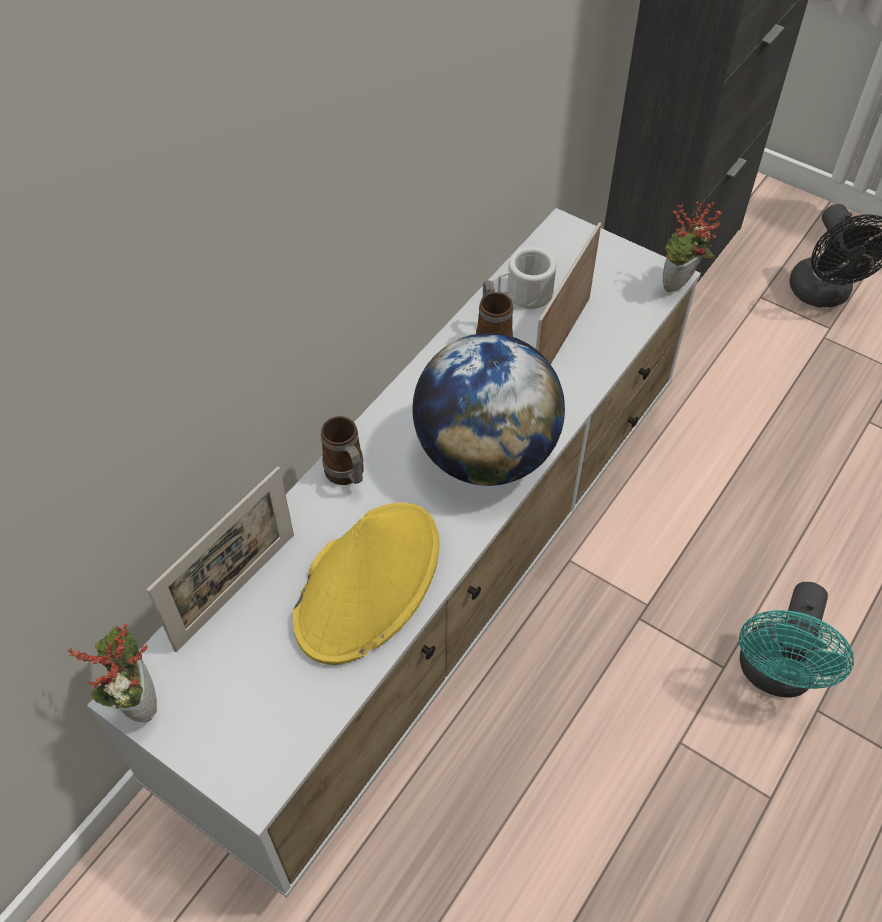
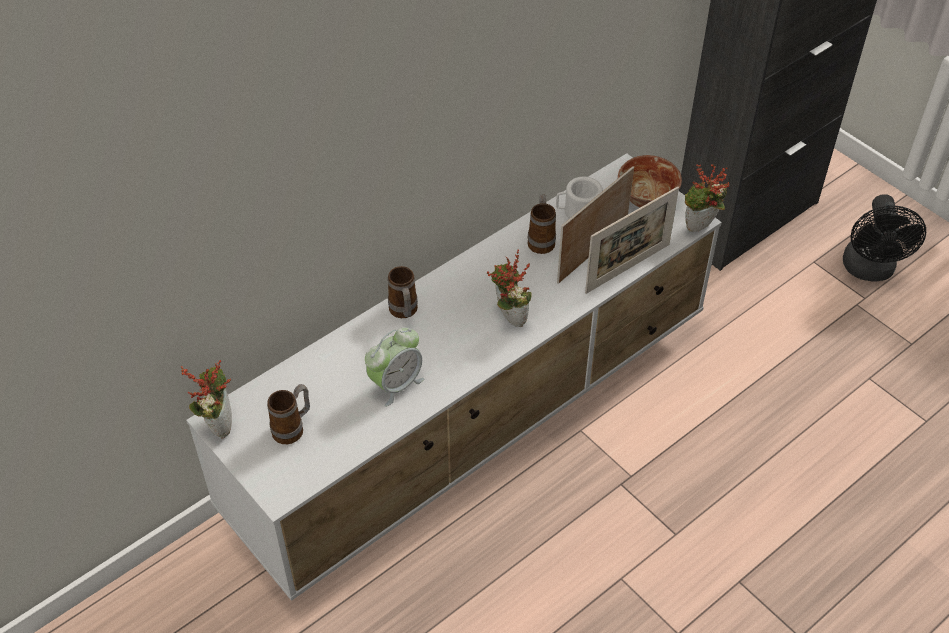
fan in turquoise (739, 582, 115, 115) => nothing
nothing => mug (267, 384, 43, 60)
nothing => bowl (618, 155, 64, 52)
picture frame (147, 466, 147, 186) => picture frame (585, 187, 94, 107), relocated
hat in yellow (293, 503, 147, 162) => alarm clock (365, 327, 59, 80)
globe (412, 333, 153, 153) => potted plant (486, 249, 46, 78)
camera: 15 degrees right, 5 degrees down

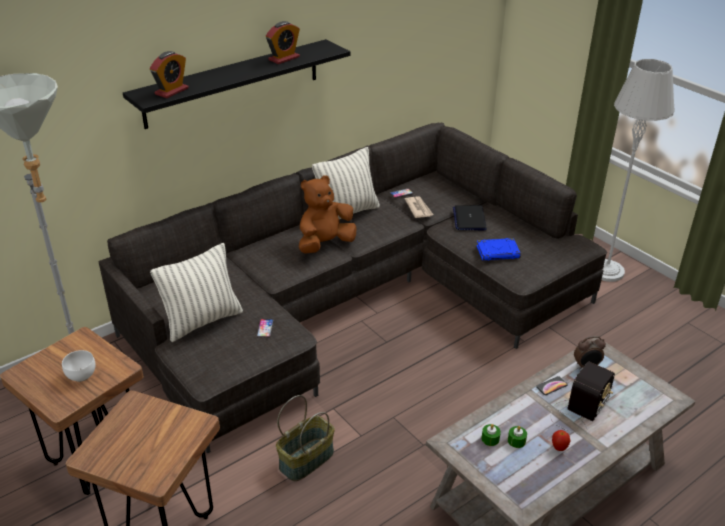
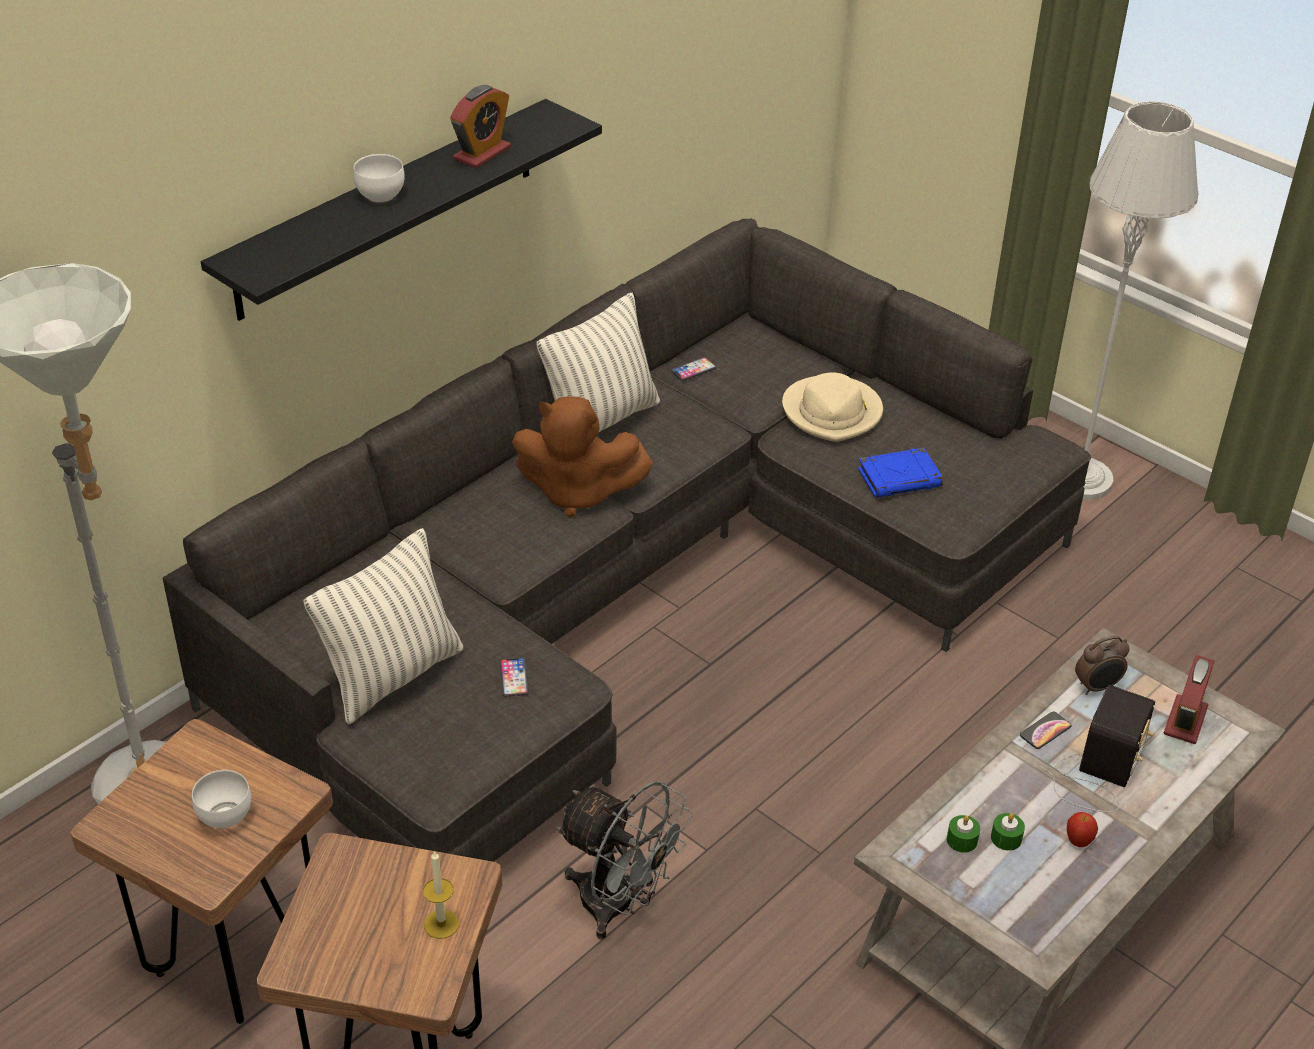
newspaper (405, 196, 28, 22) => nothing
nothing => bowl in white (353, 154, 52, 49)
nothing => candle (423, 850, 36, 89)
alarm clock (150, 51, 39, 47) => alarm clock (1164, 655, 50, 89), relocated
basket (276, 395, 59, 86) => fan in grey (556, 781, 137, 159)
laptop (453, 205, 34, 25) => hat in beige (782, 372, 101, 70)
plush toy in brown (299, 175, 57, 79) => plush toy in brown (512, 396, 141, 121), 120 degrees counterclockwise
camera: 10 degrees left, 5 degrees up

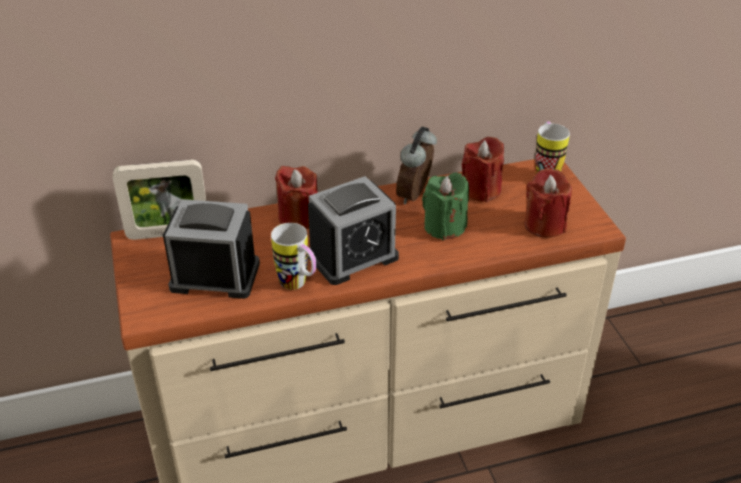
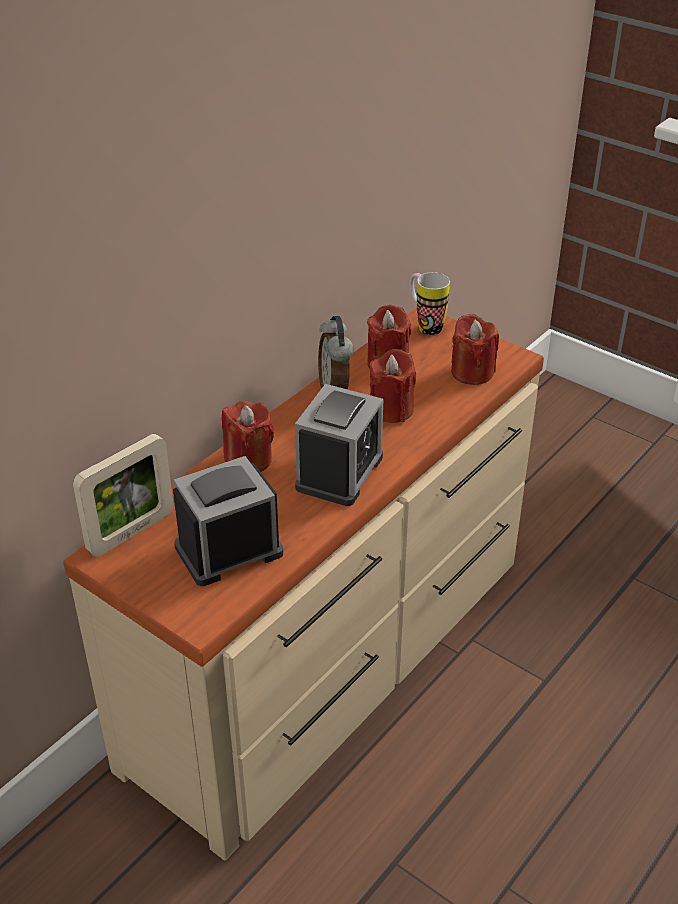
mug (271, 223, 45, 67) => nothing
candle in green (422, 172, 47, 68) => candle in red (370, 349, 46, 74)
camera: 35 degrees left, 0 degrees up

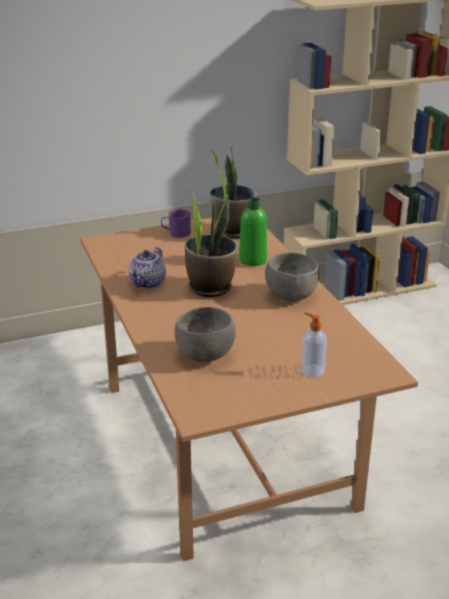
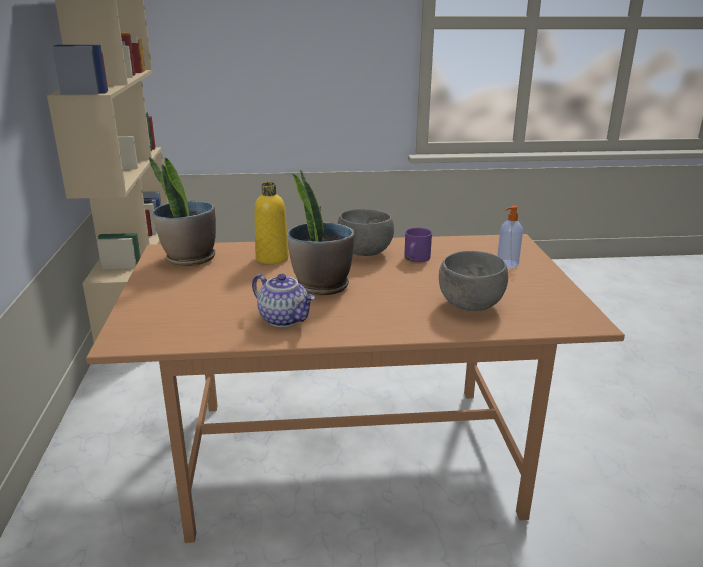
mug in purple (161, 209, 30, 29) => mug in purple (404, 227, 29, 35), relocated
bottle in green (239, 197, 28, 69) => bottle in yellow (254, 182, 35, 82)
camera: 75 degrees left, 5 degrees down

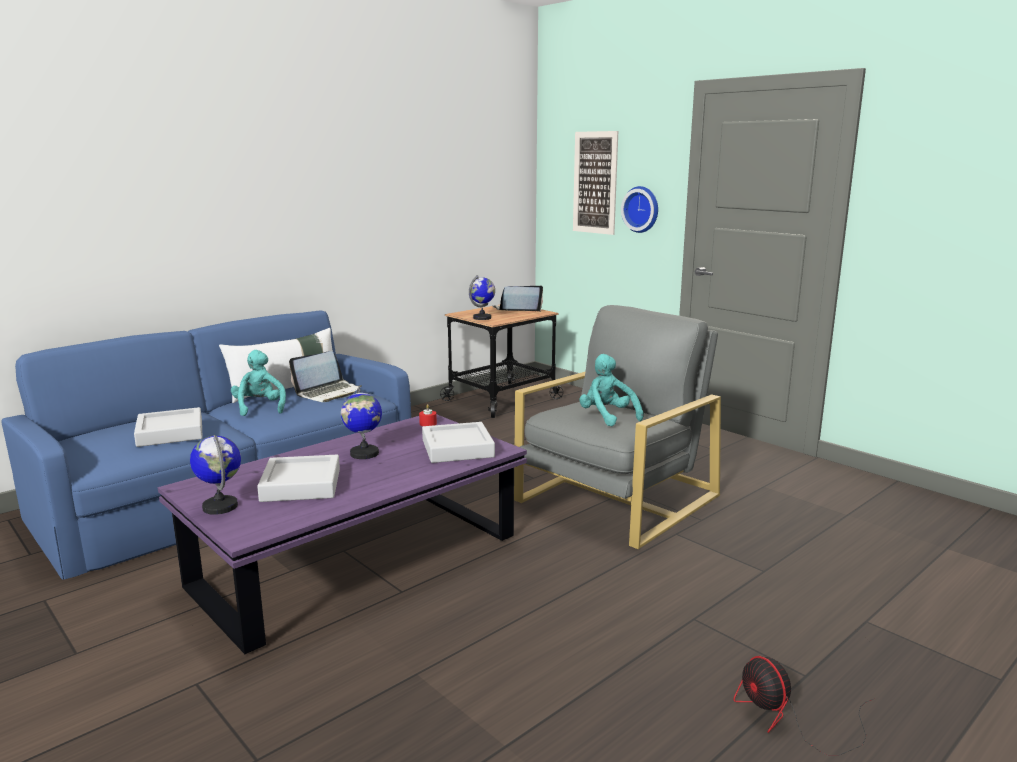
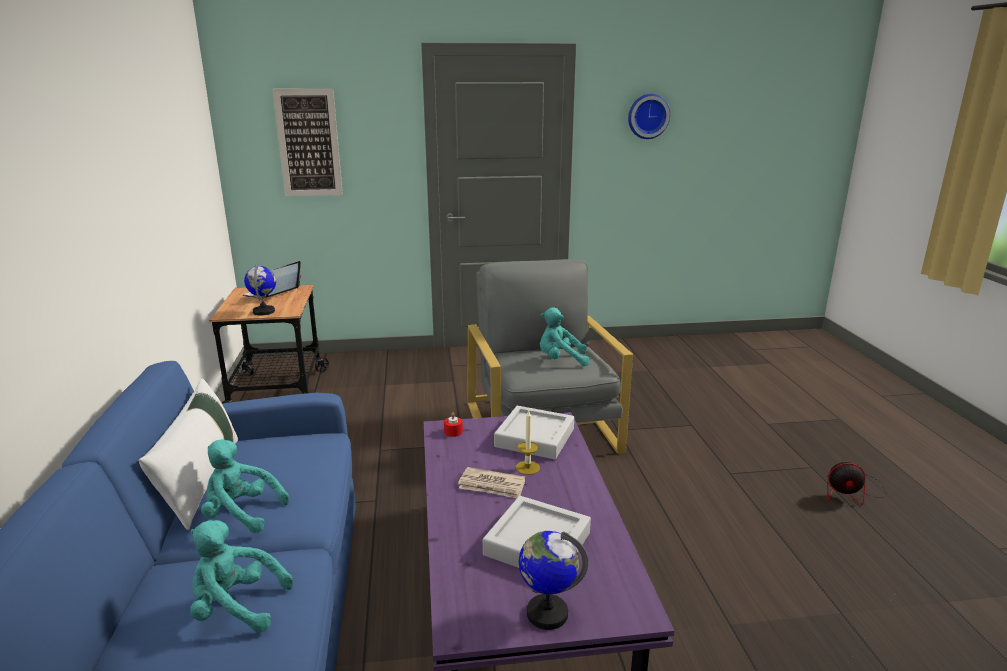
laptop (289, 351, 73, 51) => nothing
nothing => candle (516, 410, 24, 65)
wall clock (621, 186, 37, 47) => wall clock (628, 94, 42, 45), relocated
tray in grey (134, 407, 69, 40) => plush toy in turquoise (190, 520, 103, 113)
globe (341, 386, 41, 73) => newspaper (458, 467, 67, 31)
camera: 55 degrees left, 5 degrees up

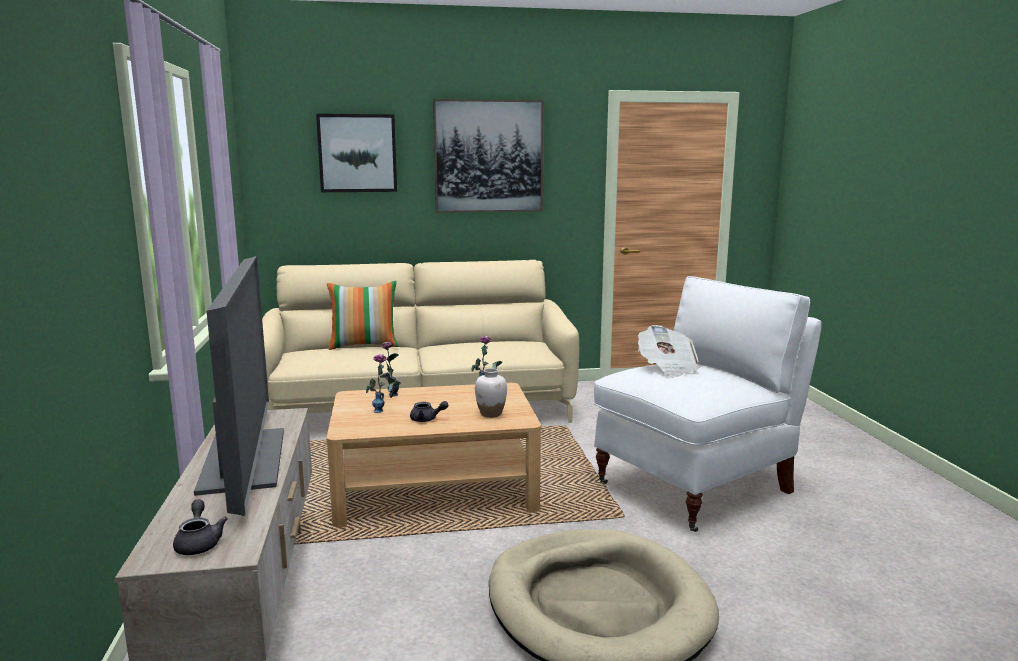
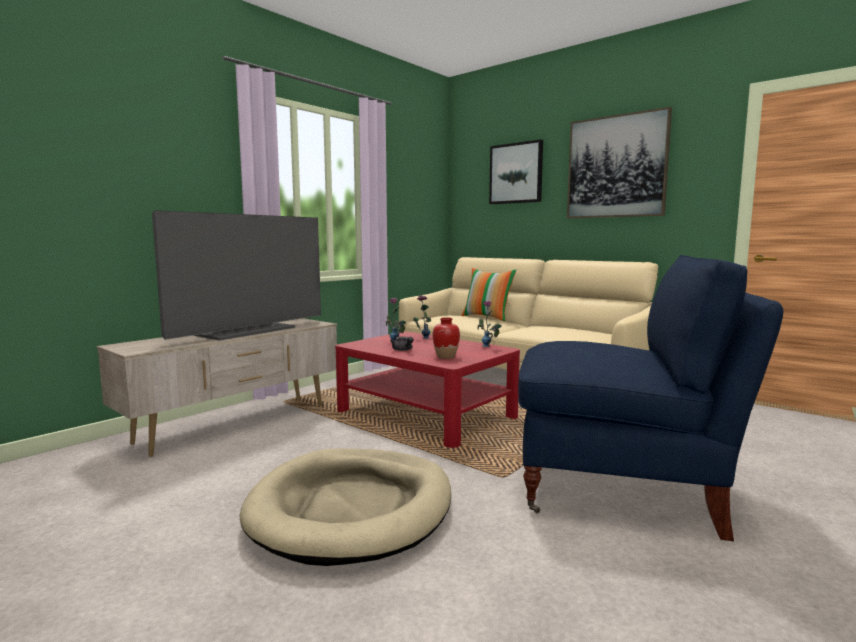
teapot in grey (173, 499, 55, 56) => nothing
newspaper (638, 325, 62, 52) => nothing
coffee table in beige (326, 383, 215, 145) => coffee table in red (335, 332, 185, 116)
vase in white (475, 368, 32, 50) => vase in red (433, 317, 27, 42)
armchair in white (594, 276, 227, 256) => armchair in blue (518, 255, 265, 287)
camera: 50 degrees right, 5 degrees down

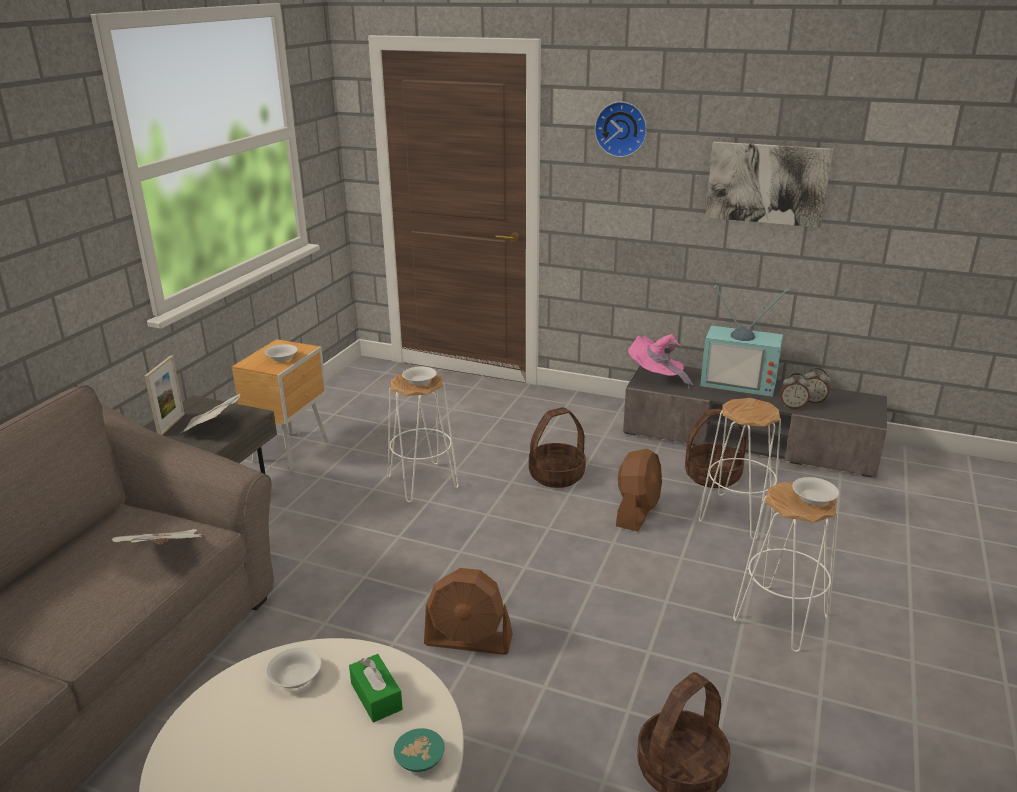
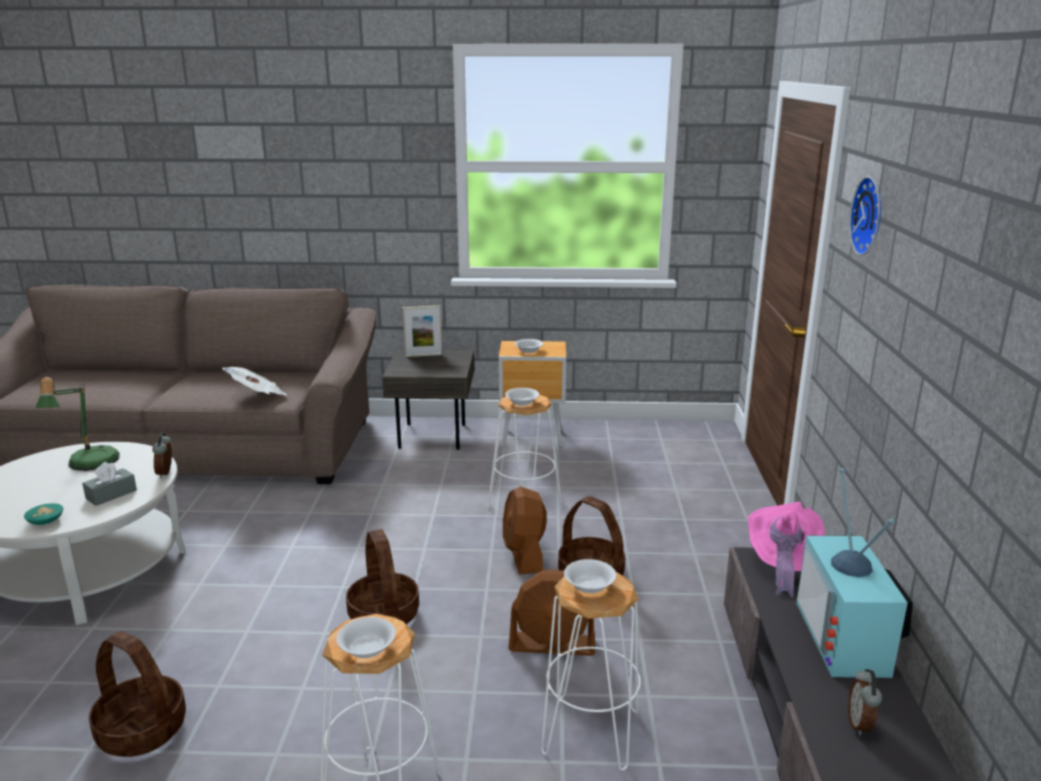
newspaper (181, 394, 59, 39) => nothing
picture (706, 142, 127, 86) => nothing
nothing => table lamp (35, 377, 85, 94)
bowl in white (266, 647, 55, 42) => bowl in white (564, 559, 52, 34), relocated
fan in brown (424, 568, 89, 87) => fan in brown (503, 486, 44, 89), relocated
basket (685, 409, 61, 79) => basket (346, 529, 73, 96), relocated
alarm clock (780, 373, 30, 36) => alarm clock (152, 433, 20, 45), relocated
tissue box in green (349, 654, 54, 68) => tissue box in grey (82, 462, 55, 44)
camera: 70 degrees right, 5 degrees down

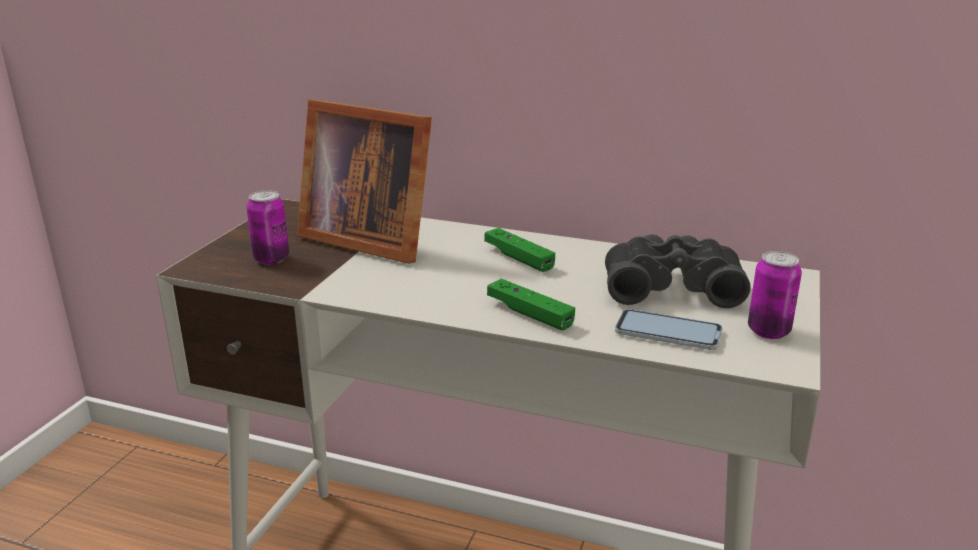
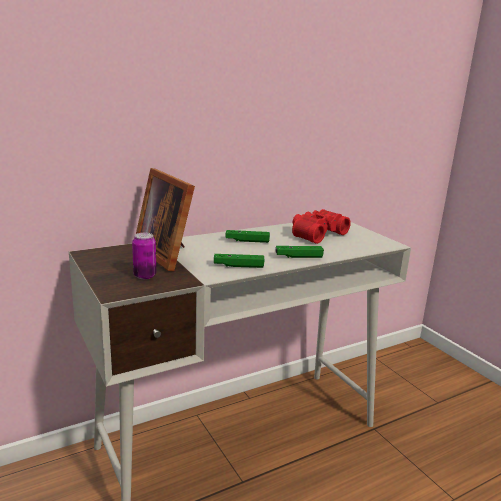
phone (615, 309, 108, 41) => nothing
can (748, 251, 54, 88) => nothing
nothing => game controller in green (214, 254, 51, 14)
binoculars in black (605, 234, 146, 74) => binoculars in red (292, 209, 59, 35)
picture frame (297, 99, 135, 165) => picture frame (136, 168, 59, 103), 75 degrees clockwise
camera: 50 degrees left, 5 degrees down

